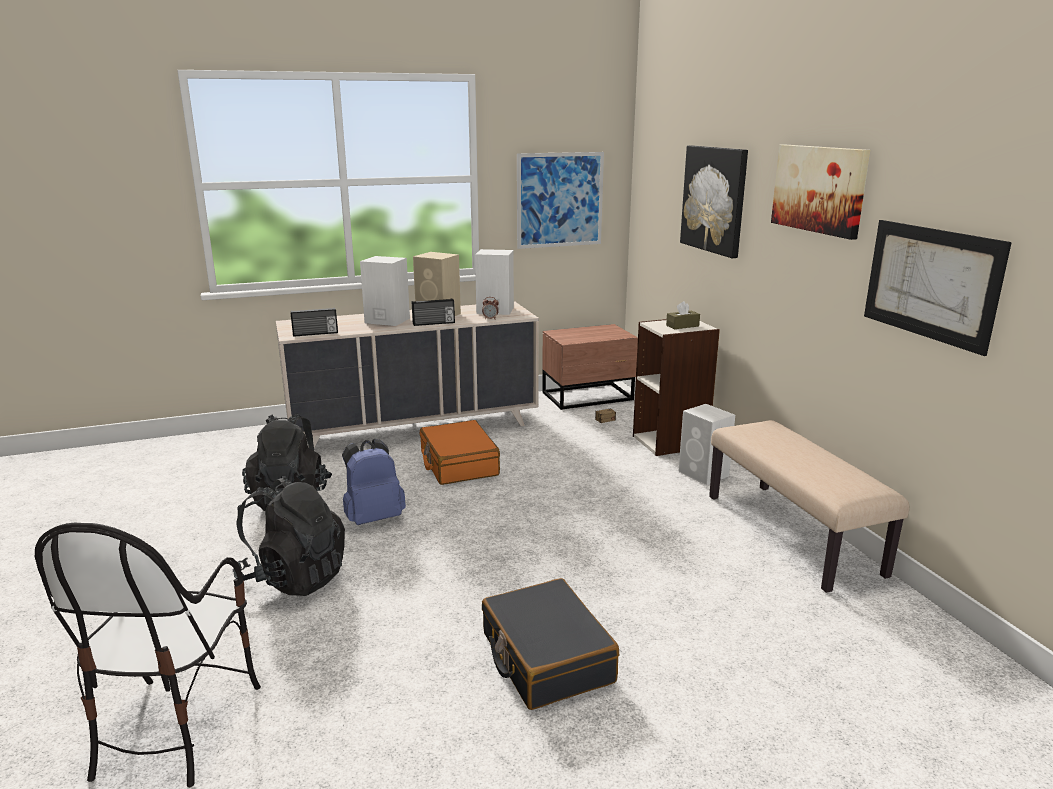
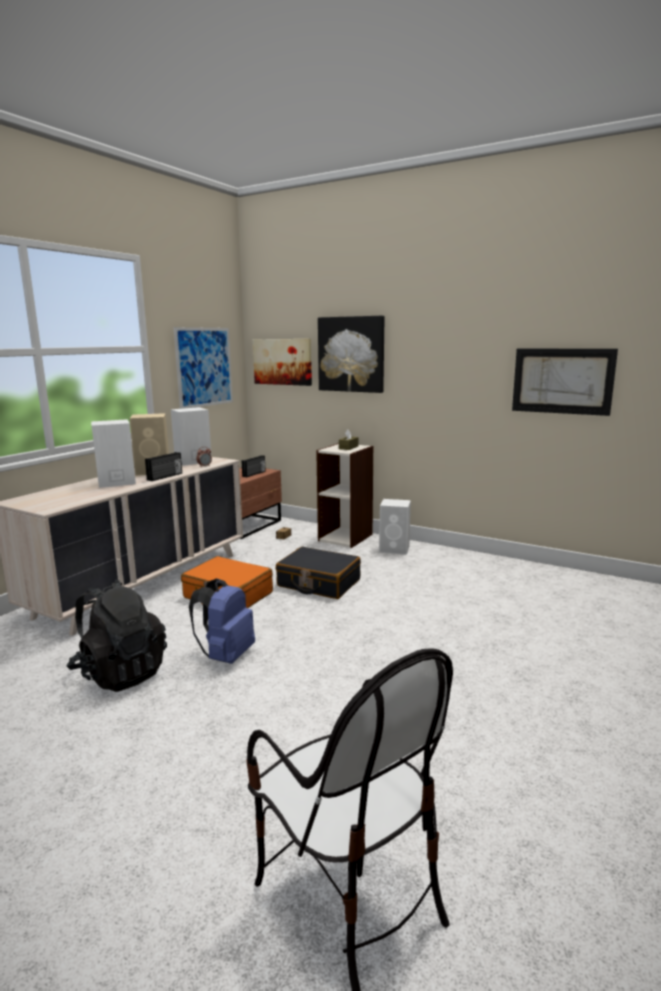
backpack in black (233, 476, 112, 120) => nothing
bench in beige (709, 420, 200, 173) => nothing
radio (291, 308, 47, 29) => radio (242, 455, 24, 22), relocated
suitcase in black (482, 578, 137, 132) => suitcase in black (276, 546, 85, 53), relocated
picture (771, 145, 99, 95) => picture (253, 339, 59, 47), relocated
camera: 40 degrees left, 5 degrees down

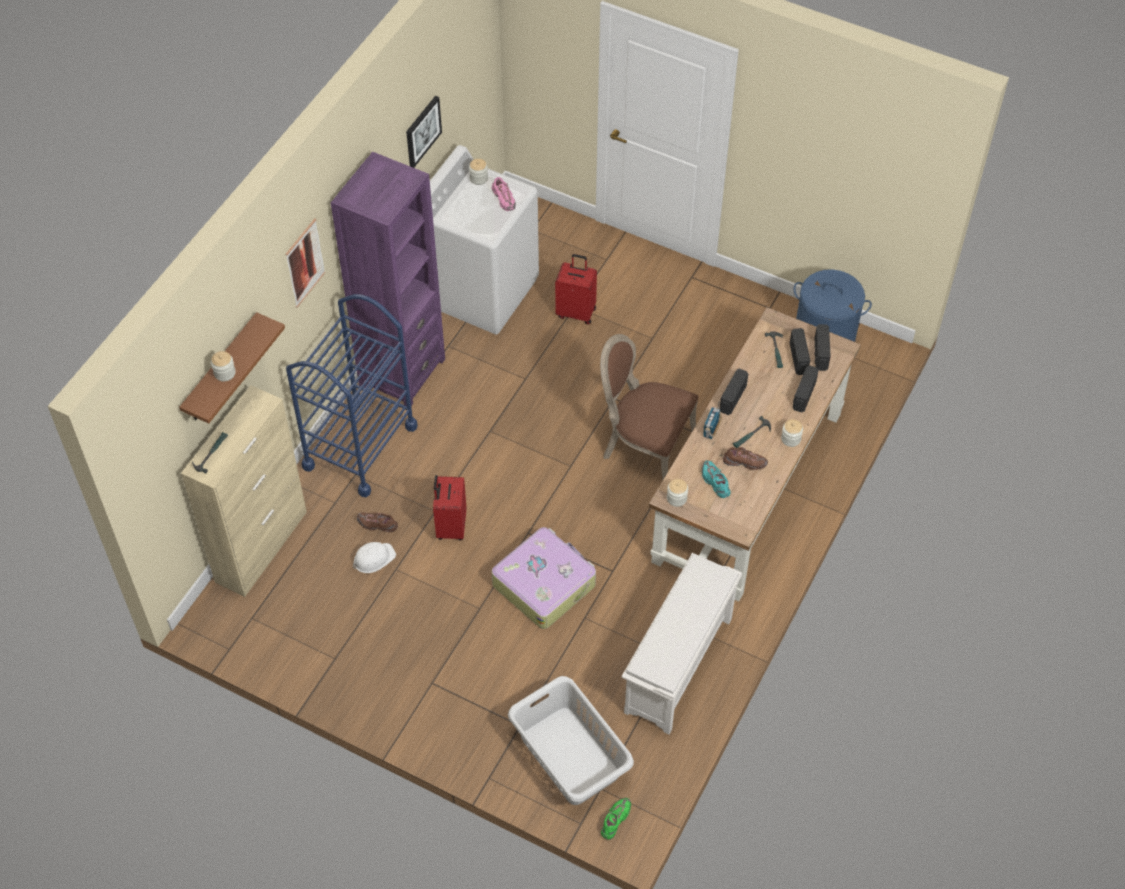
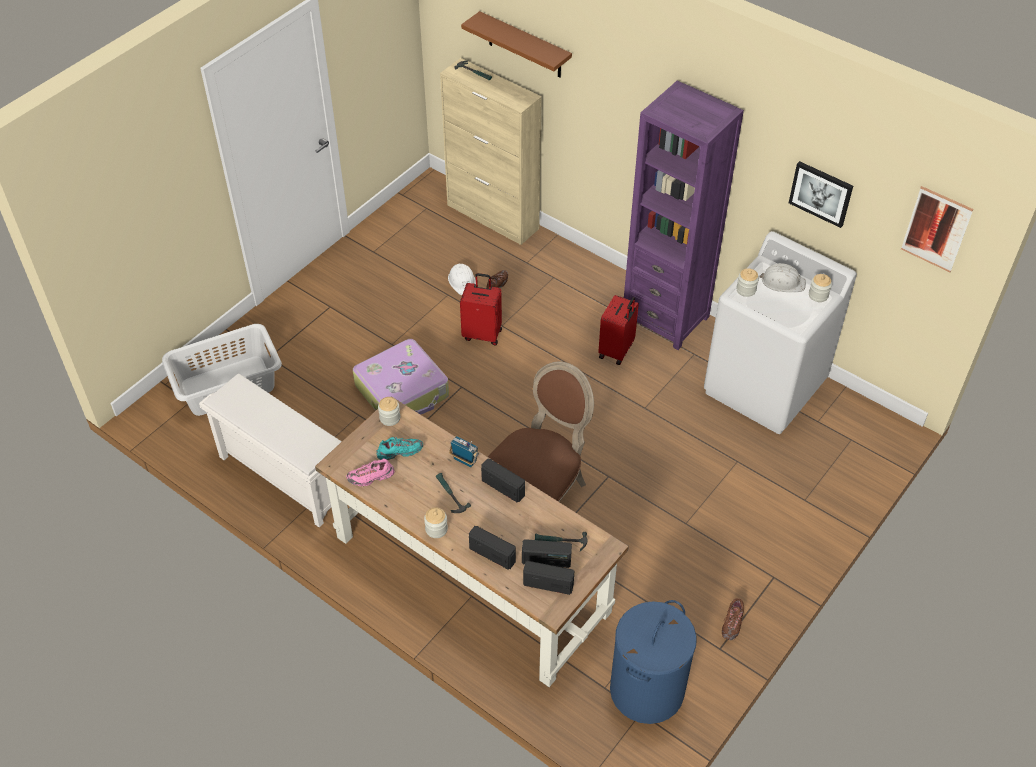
cart in blue (286, 294, 132, 203) => nothing
shoe in green (601, 798, 30, 42) => nothing
nothing => hard hat in white (760, 263, 46, 29)
jar (211, 351, 25, 31) => jar (736, 268, 23, 29), relocated
picture (286, 219, 39, 89) => picture (901, 186, 73, 86), relocated
shoe in pink (492, 177, 24, 34) => shoe in pink (346, 459, 48, 28), relocated
suitcase in red (555, 254, 42, 71) => suitcase in red (598, 295, 41, 70), relocated
shoe in brown (723, 447, 45, 23) => shoe in brown (722, 598, 22, 42), relocated
camera: 100 degrees right, 5 degrees down

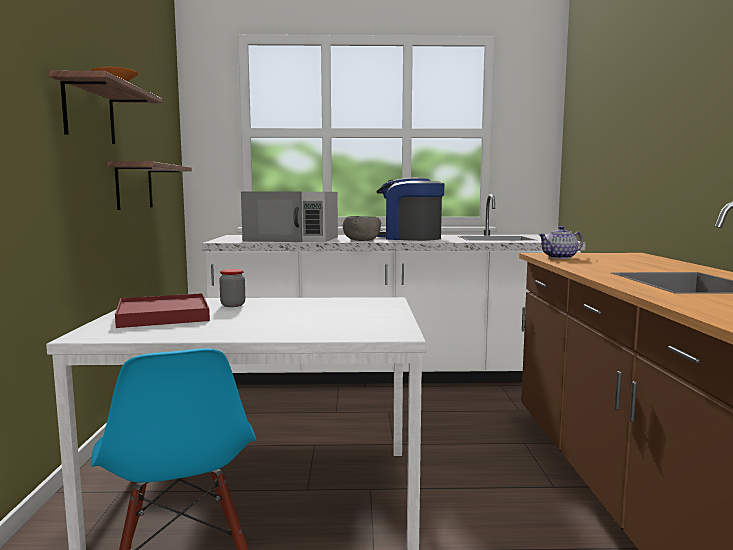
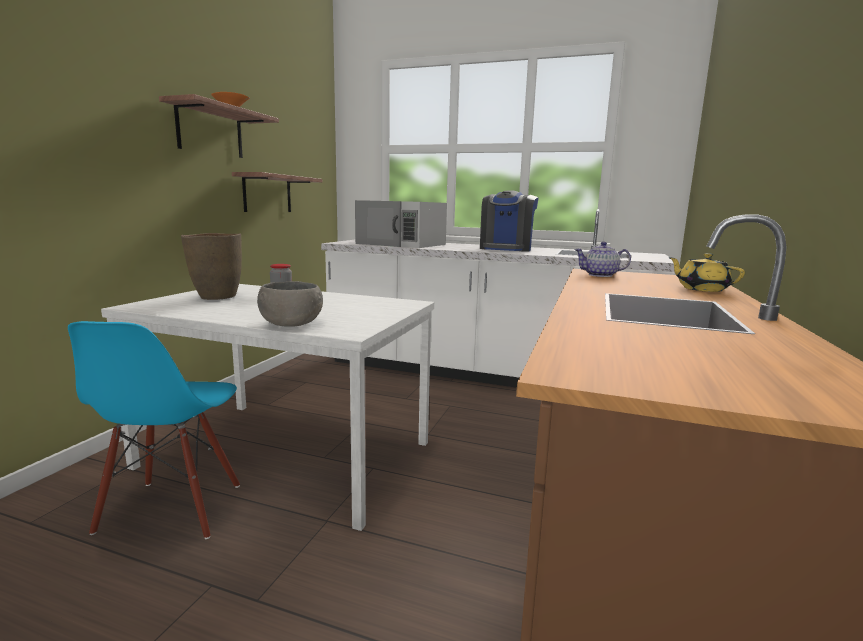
nothing => teapot in yellow (668, 253, 77, 39)
bowl in grey (343, 216, 38, 25) => bowl in grey (257, 281, 66, 45), relocated
tray in red (115, 293, 95, 35) => vase in brown (181, 233, 61, 67)
coffee machine (377, 177, 67, 64) => coffee machine (480, 190, 59, 62), 120 degrees counterclockwise
camera: 20 degrees right, 5 degrees up

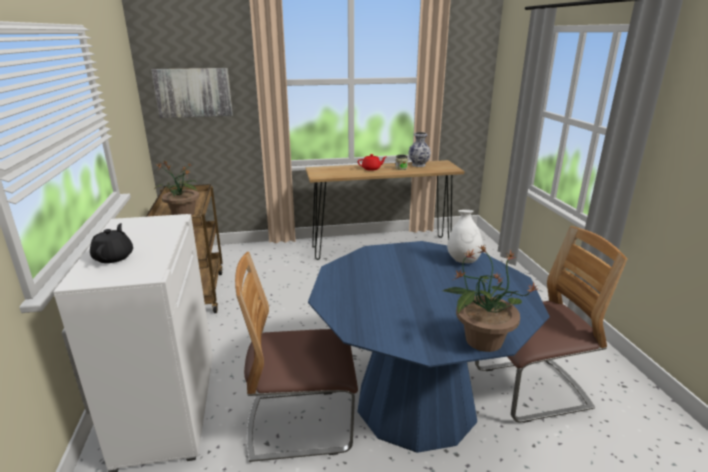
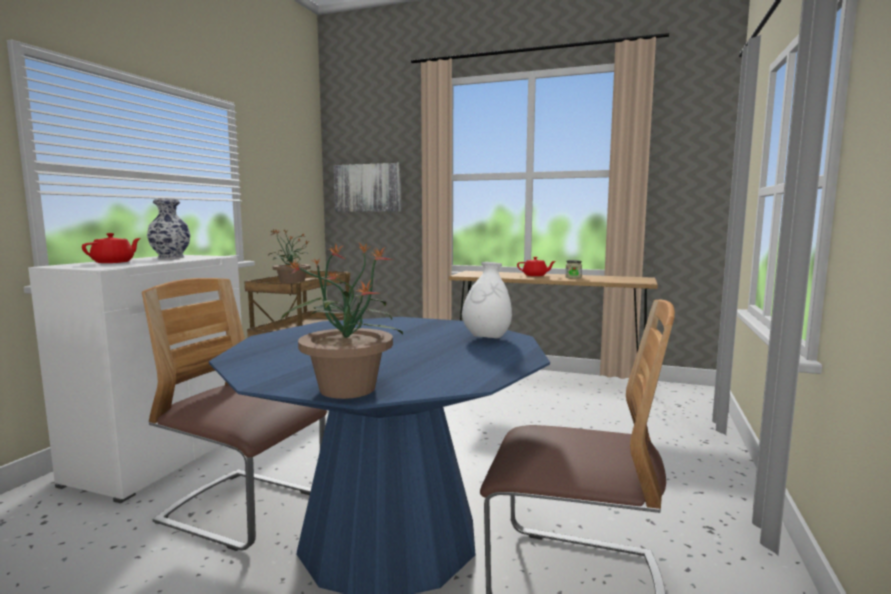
vase (408, 132, 23, 35) => vase (147, 199, 44, 60), relocated
teapot in black (90, 223, 43, 40) => teapot in red (82, 233, 59, 30)
camera: 30 degrees right, 15 degrees down

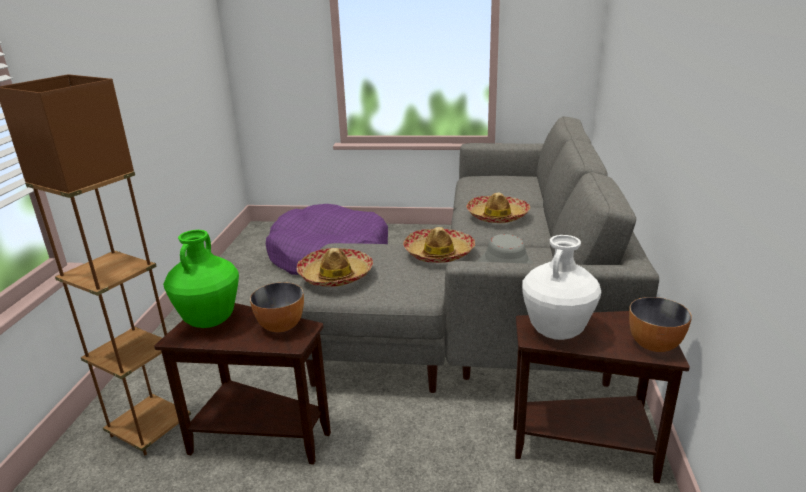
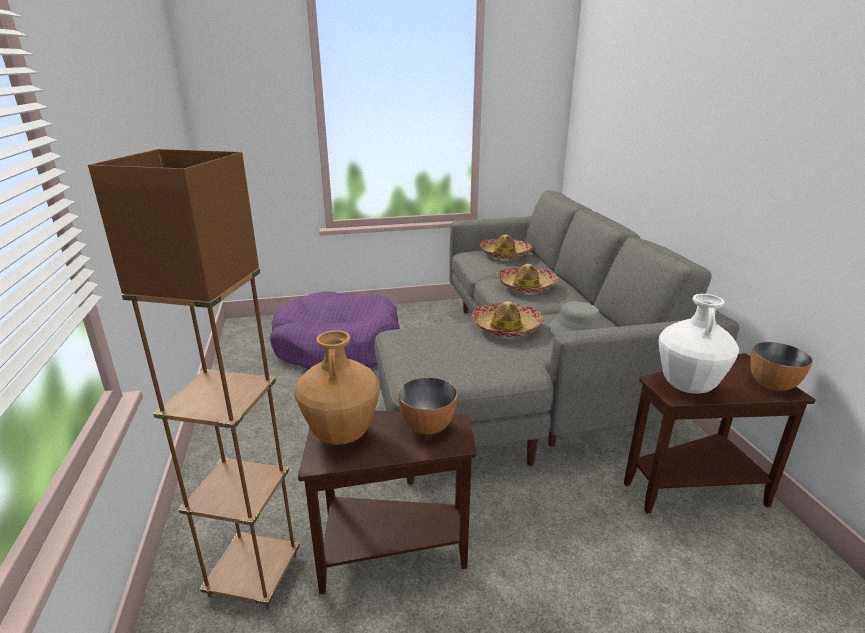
hat (297, 248, 76, 39) => hat (480, 234, 52, 25), relocated
vase in green (163, 230, 76, 98) => vase in brown (294, 330, 86, 115)
camera: 20 degrees left, 0 degrees up

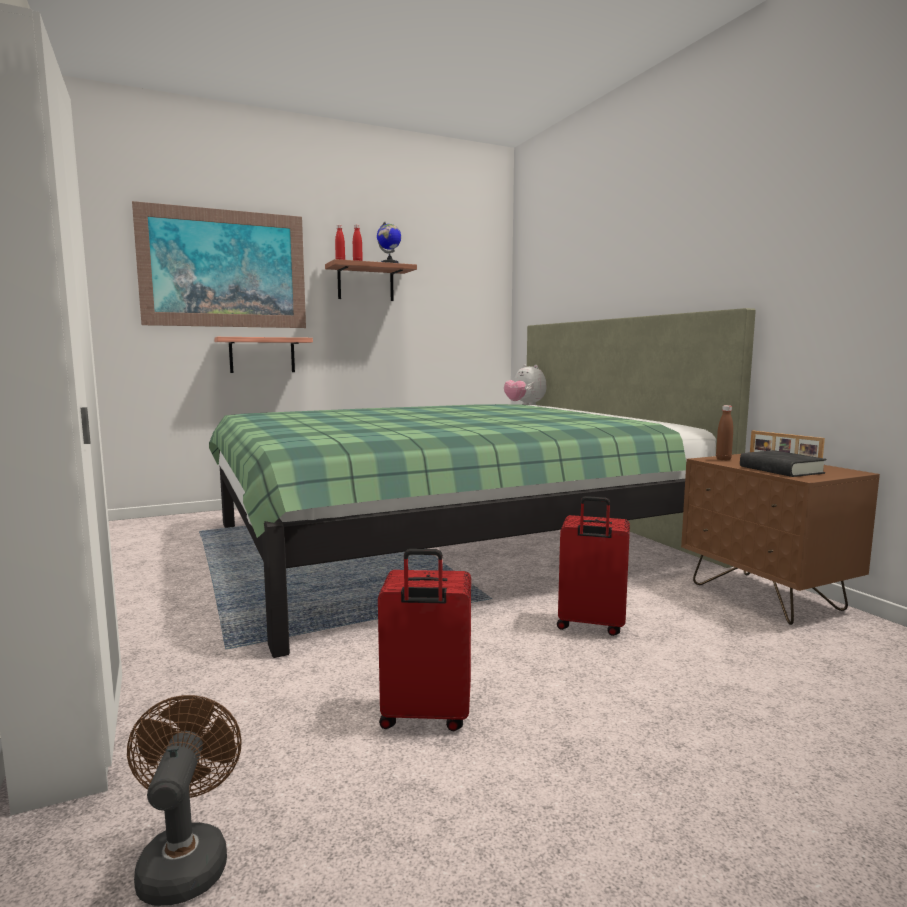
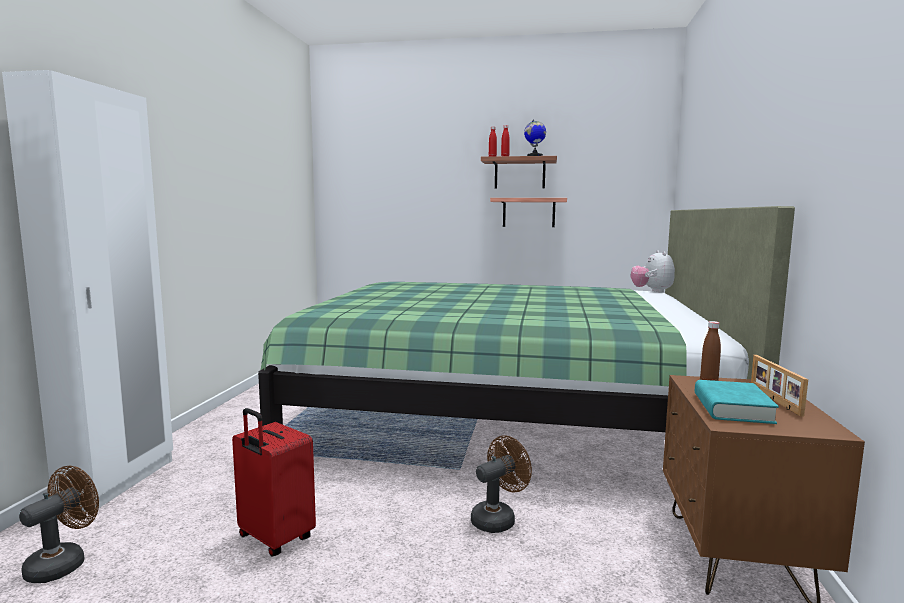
picture (132, 201, 174, 127) => nothing
shelf (214, 337, 99, 36) => shelf (490, 198, 77, 29), relocated
suitcase in red (557, 496, 73, 140) => fan in brown (471, 436, 61, 97)
book in black (740, 450, 86, 27) => book in turquoise (695, 380, 84, 44)
camera: 35 degrees right, 0 degrees up

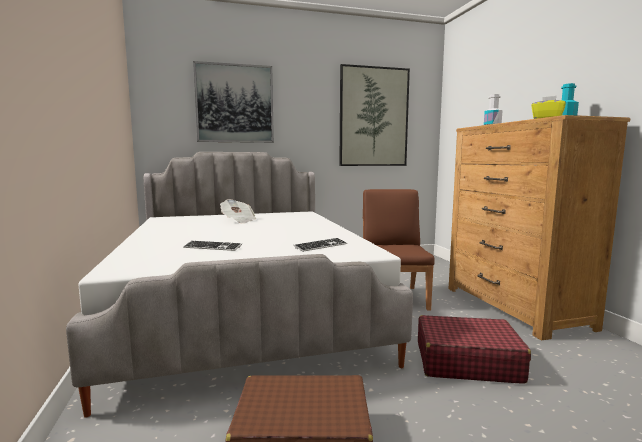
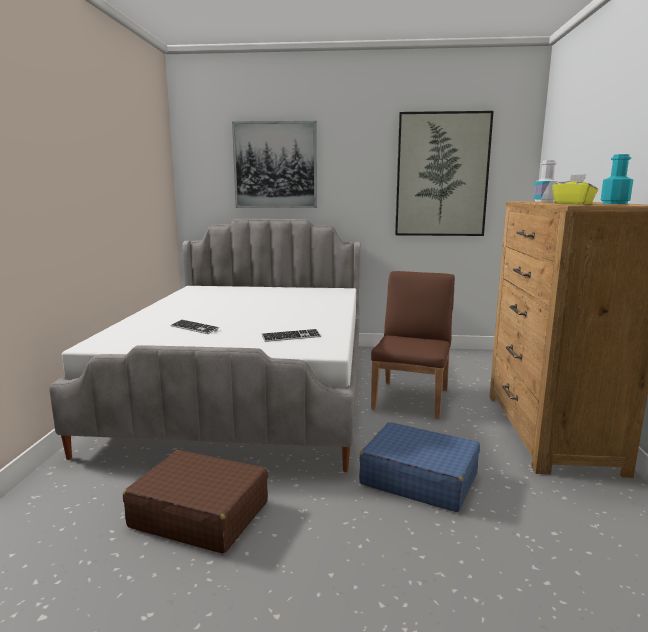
newspaper (220, 199, 36, 25) => nothing
suitcase in red (418, 315, 113, 69) => suitcase in blue (359, 422, 121, 90)
camera: 20 degrees right, 5 degrees up

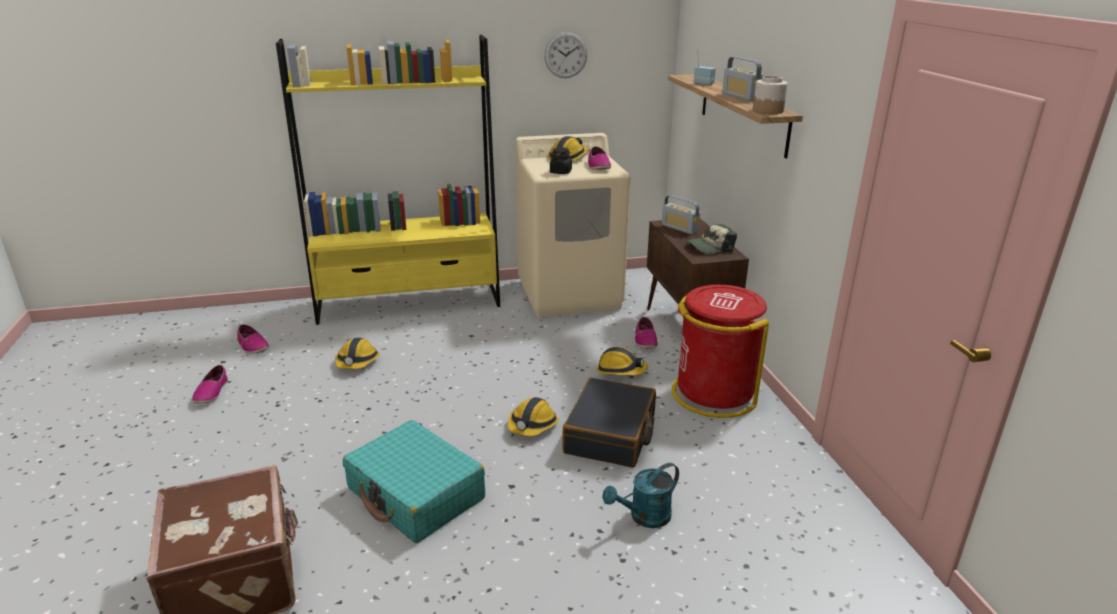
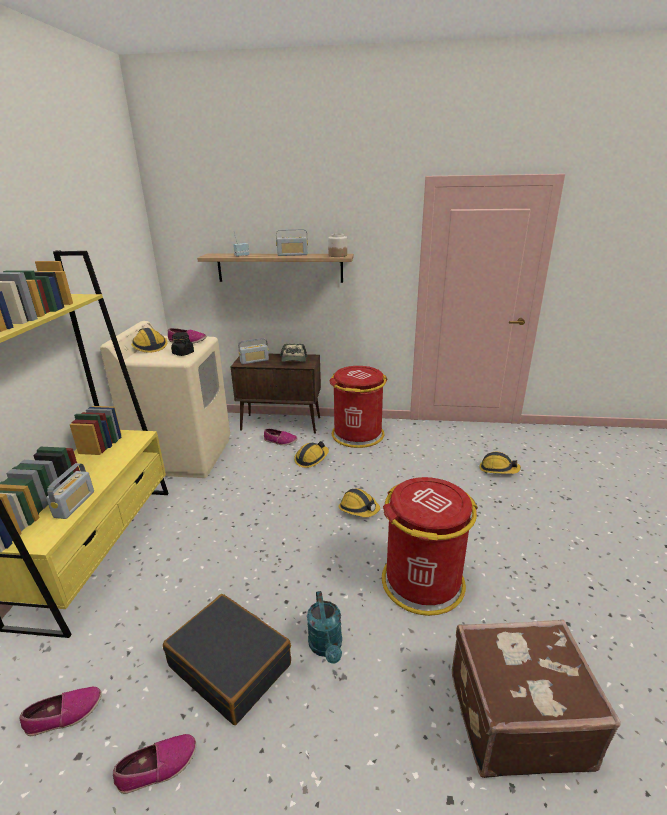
wall clock (544, 32, 43, 46) => nothing
nothing => radio (46, 463, 48, 56)
hard hat (335, 338, 45, 31) => hard hat (479, 452, 42, 22), relocated
suitcase in black (562, 378, 94, 90) => suitcase in black (163, 594, 128, 131), relocated
watering can in turquoise (602, 463, 77, 65) => watering can in turquoise (307, 591, 35, 73), relocated
suitcase in turquoise (343, 420, 142, 123) => trash can in red (382, 477, 96, 139)
shoe (192, 365, 36, 39) => shoe (113, 734, 83, 60), 45 degrees counterclockwise
camera: 70 degrees left, 0 degrees up

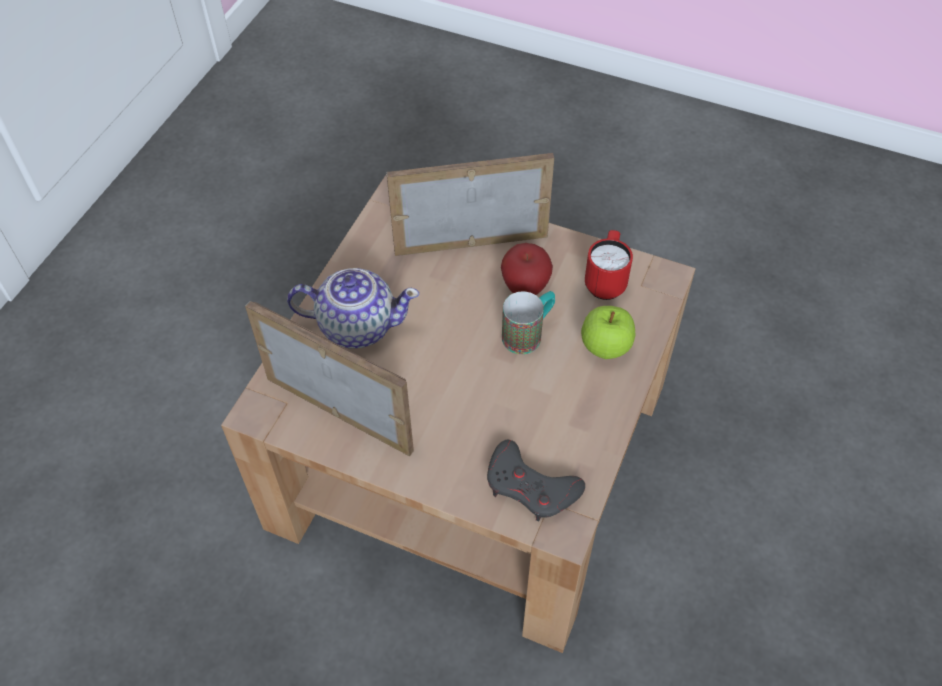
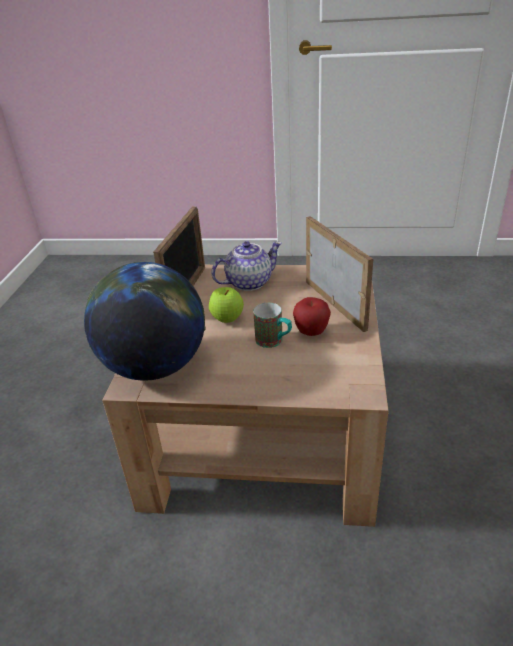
mug in red (585, 230, 48, 70) => nothing
apple (581, 306, 54, 53) => apple (209, 287, 35, 36), relocated
game controller in grey (487, 440, 98, 81) => globe (84, 262, 121, 119)
teapot (287, 268, 132, 80) => teapot (211, 241, 71, 50), 105 degrees counterclockwise
camera: 75 degrees right, 20 degrees down

